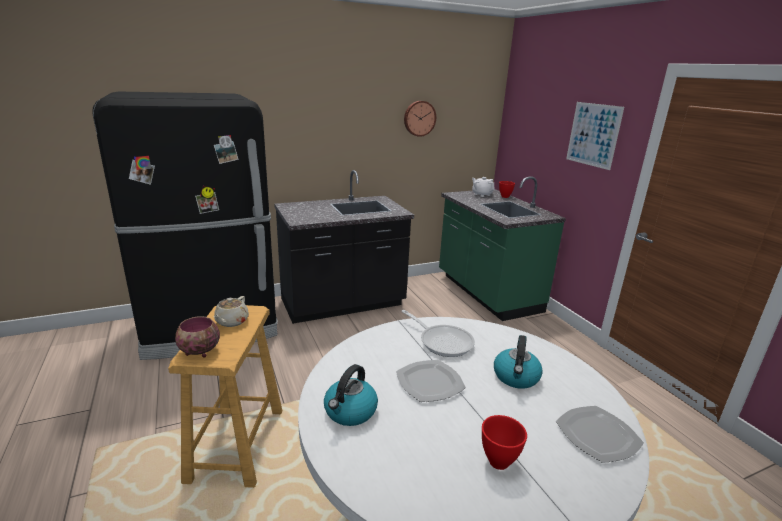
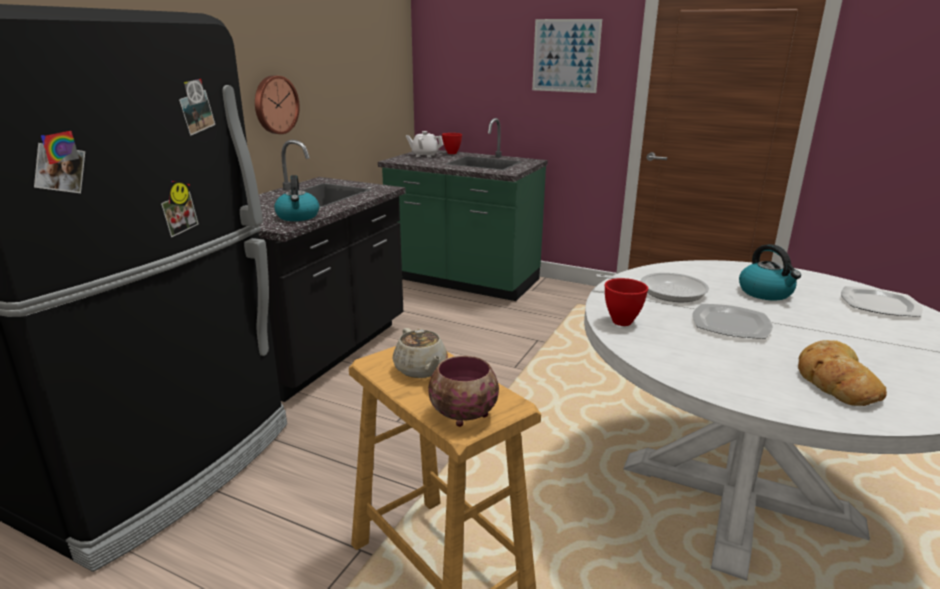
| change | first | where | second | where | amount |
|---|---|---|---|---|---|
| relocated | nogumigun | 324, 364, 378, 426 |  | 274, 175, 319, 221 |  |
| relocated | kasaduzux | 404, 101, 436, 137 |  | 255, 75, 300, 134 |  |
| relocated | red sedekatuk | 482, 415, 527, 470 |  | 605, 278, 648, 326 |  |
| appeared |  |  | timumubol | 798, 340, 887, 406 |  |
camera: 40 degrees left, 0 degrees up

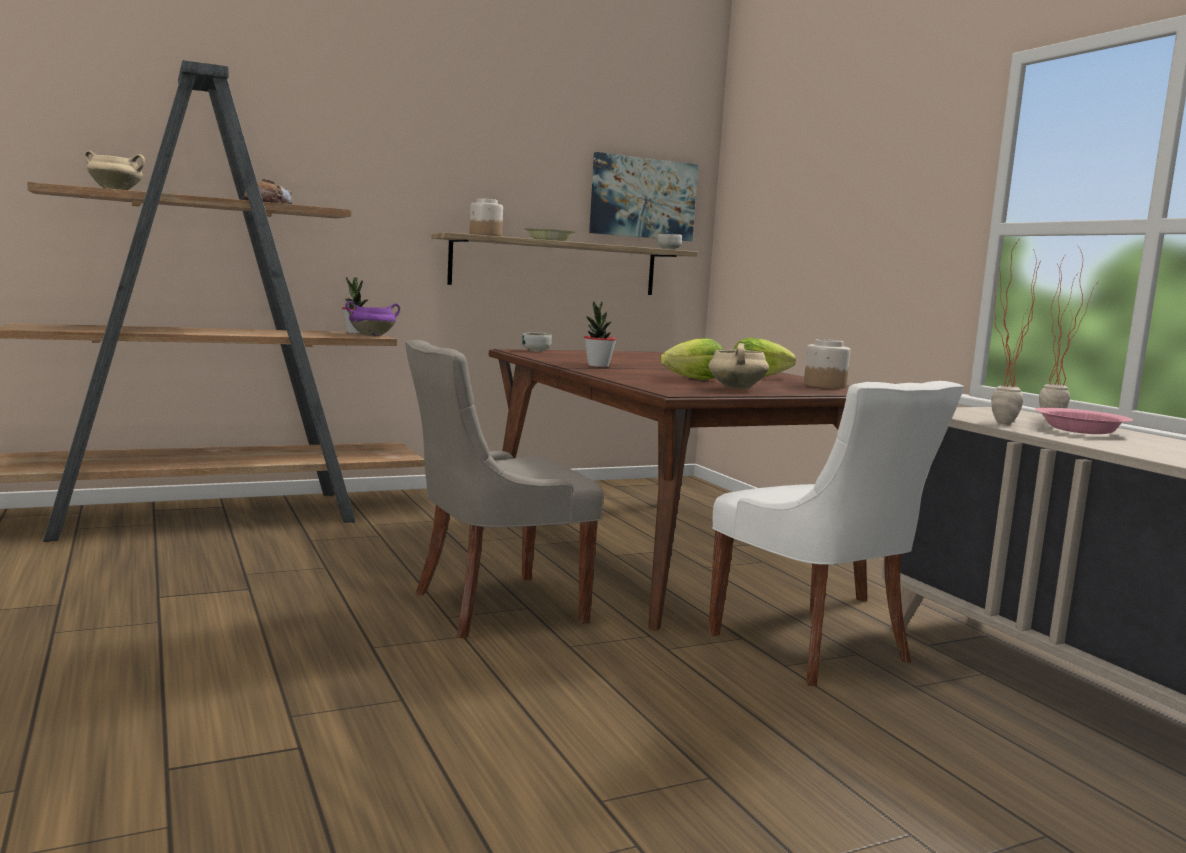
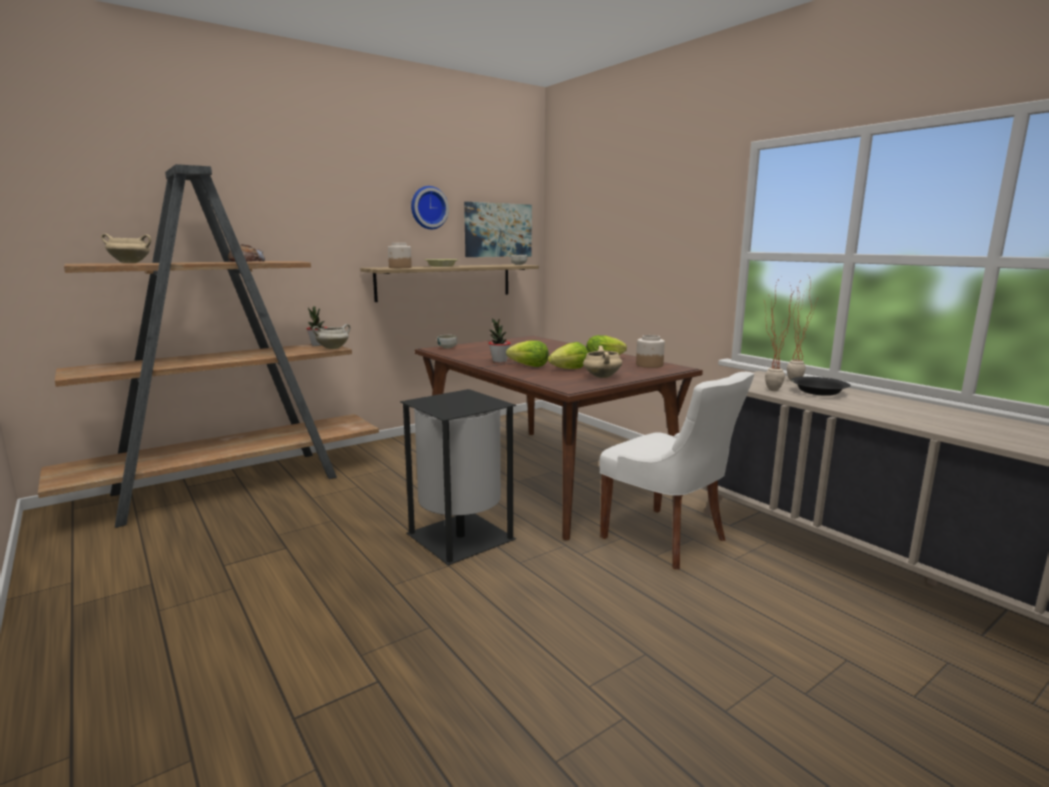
| change | first | where | second | where | amount |
|---|---|---|---|---|---|
| colour | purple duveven | 345, 301, 400, 337 | white duveven | 312, 324, 350, 349 |  |
| exchanged | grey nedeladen | 405, 340, 603, 638 | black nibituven | 400, 389, 516, 565 |  |
| colour | pink sedekatuk | 1035, 408, 1133, 434 | black sedekatuk | 791, 377, 851, 396 |  |
| appeared |  |  | kasaduzux | 411, 186, 449, 229 |  |
| appeared |  |  | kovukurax | 506, 340, 549, 367 |  |
camera: 10 degrees left, 5 degrees up

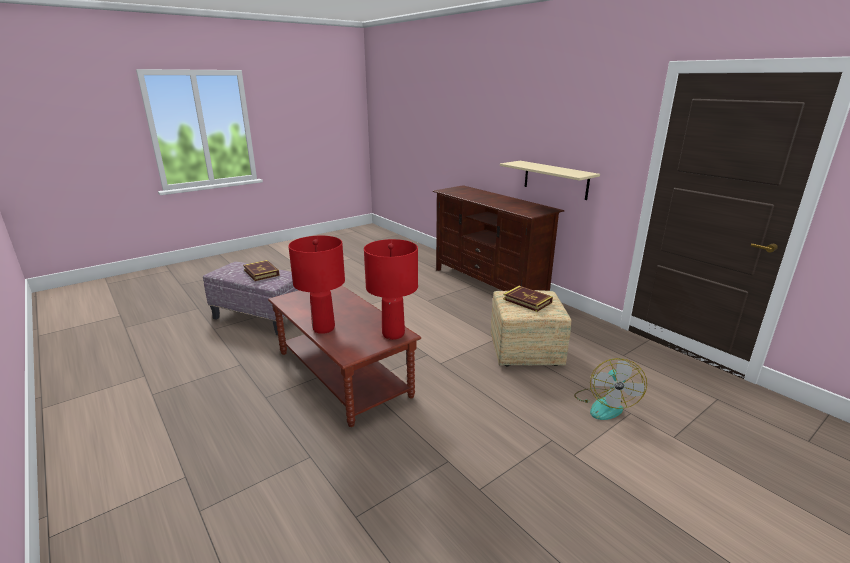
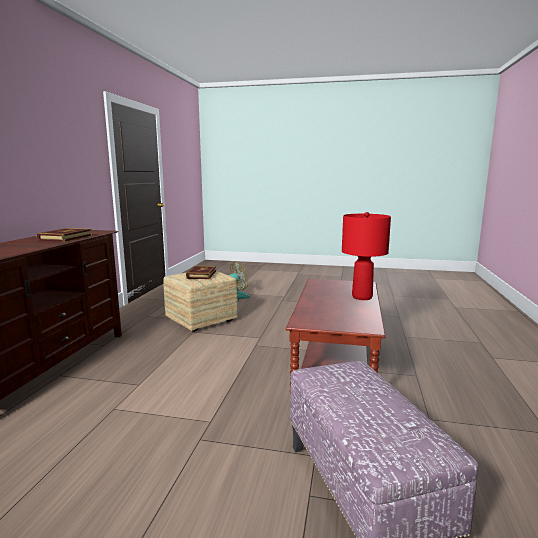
| change | first | where | second | where | amount |
|---|---|---|---|---|---|
| relocated | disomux | 243, 260, 280, 281 |  | 36, 228, 92, 242 |  |
| missing | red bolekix | 364, 239, 418, 340 |  |  |  |
| missing | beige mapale | 500, 161, 600, 200 |  |  |  |
camera: 130 degrees left, 10 degrees down

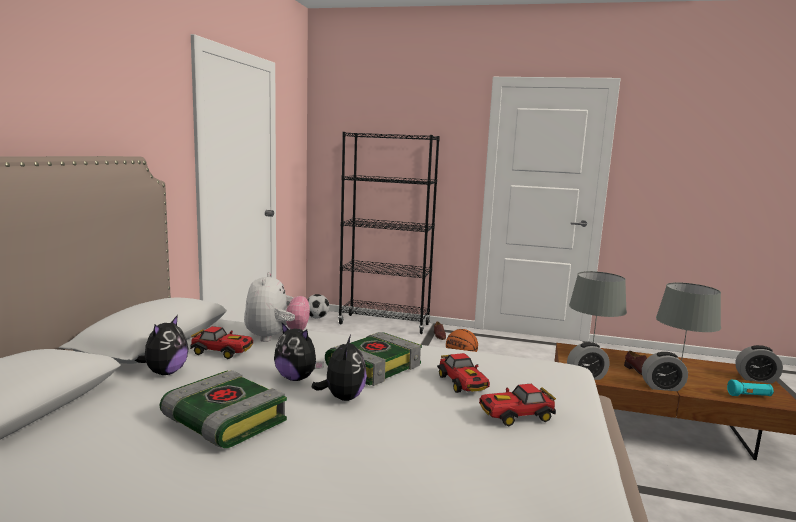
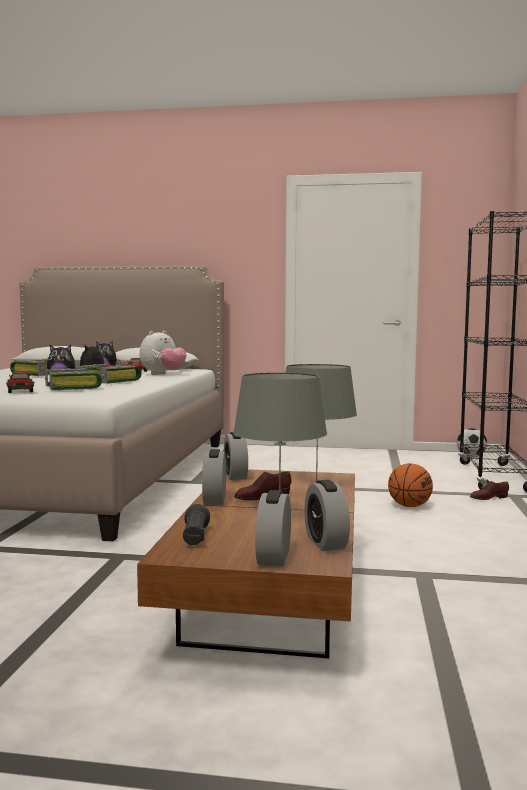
| change | first | where | second | where | amount |
|---|---|---|---|---|---|
| spun | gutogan | 244, 272, 310, 342 |  | 140, 331, 187, 375 | 45 degrees counterclockwise |
| exchanged | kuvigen | 437, 353, 490, 393 | disomux | 45, 368, 102, 390 |  |
| colour | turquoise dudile | 727, 380, 774, 396 | black dudile | 183, 504, 210, 545 |  |
| appeared |  |  | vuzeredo | 304, 480, 350, 551 |  |
camera: 85 degrees right, 5 degrees down

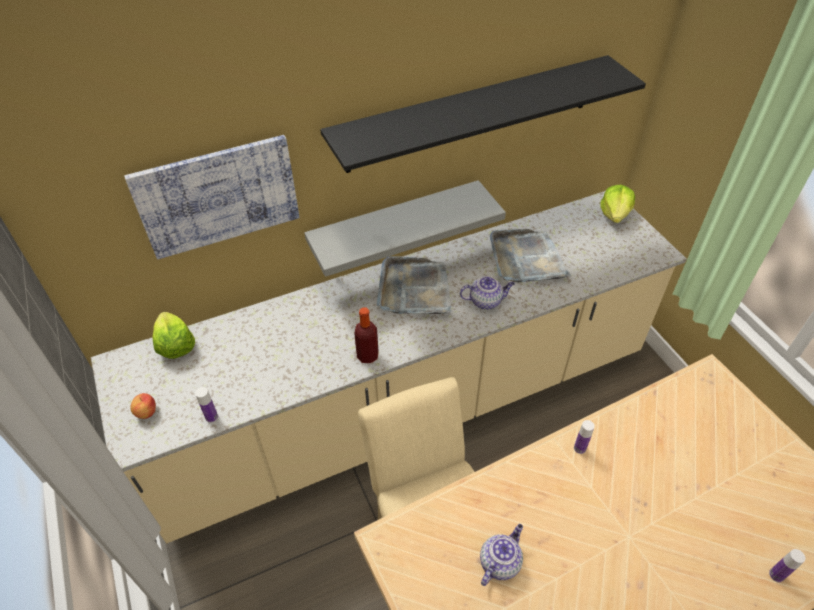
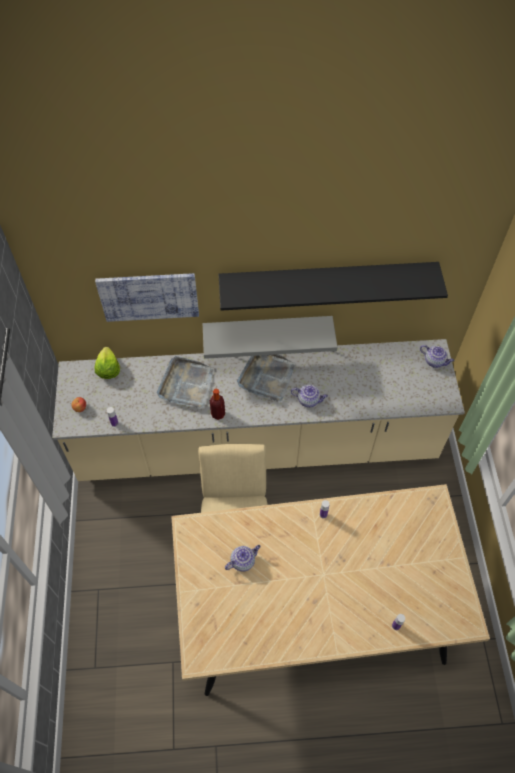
| change | first | where | second | where | amount |
|---|---|---|---|---|---|
| relocated | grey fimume | 490, 229, 571, 283 |  | 157, 356, 214, 409 |  |
| exchanged | kovukurax | 600, 185, 635, 223 | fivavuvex | 420, 345, 454, 368 |  |
camera: 20 degrees right, 10 degrees up

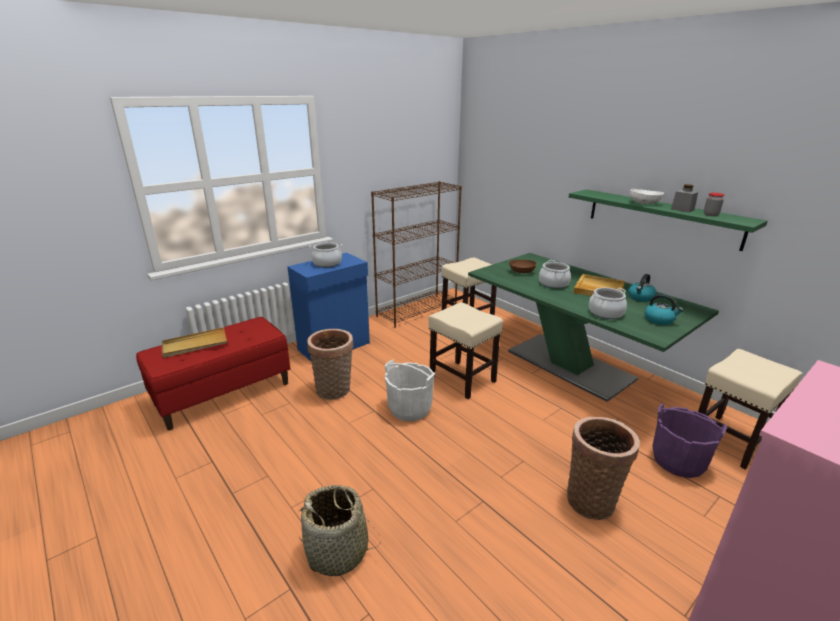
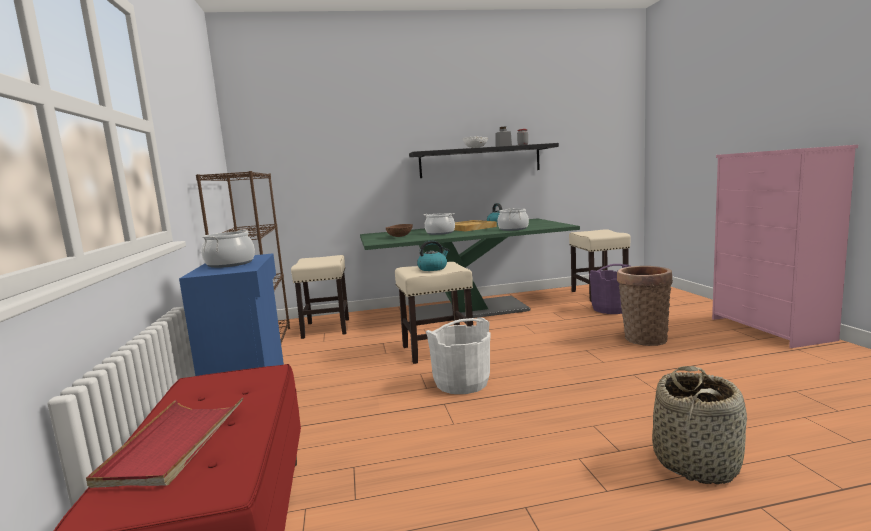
| change | first | where | second | where | amount |
|---|---|---|---|---|---|
| colour | beige fimume | 162, 327, 227, 358 | red fimume | 86, 397, 244, 488 |  |
| missing | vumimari | 307, 329, 353, 400 |  |  |  |
| colour | green mapale | 569, 189, 768, 251 | black mapale | 409, 143, 559, 178 |  |
| relocated | nogumigun | 644, 294, 683, 325 |  | 417, 240, 449, 271 |  |
camera: 60 degrees left, 15 degrees down

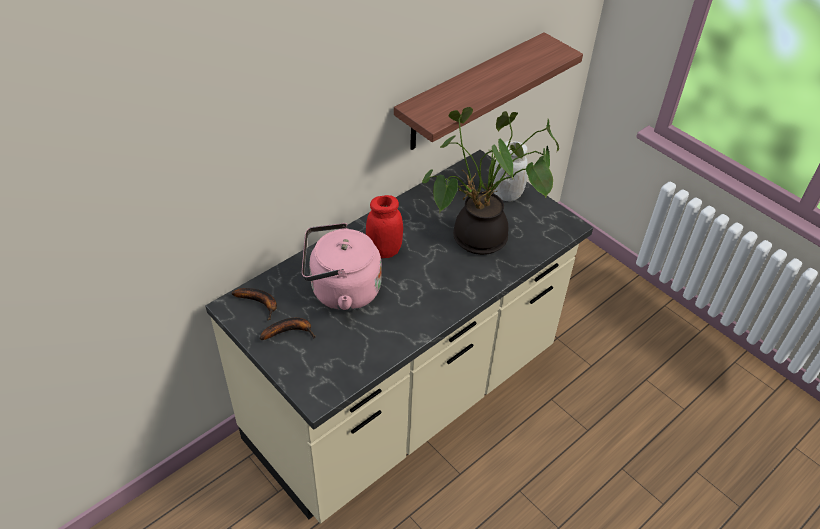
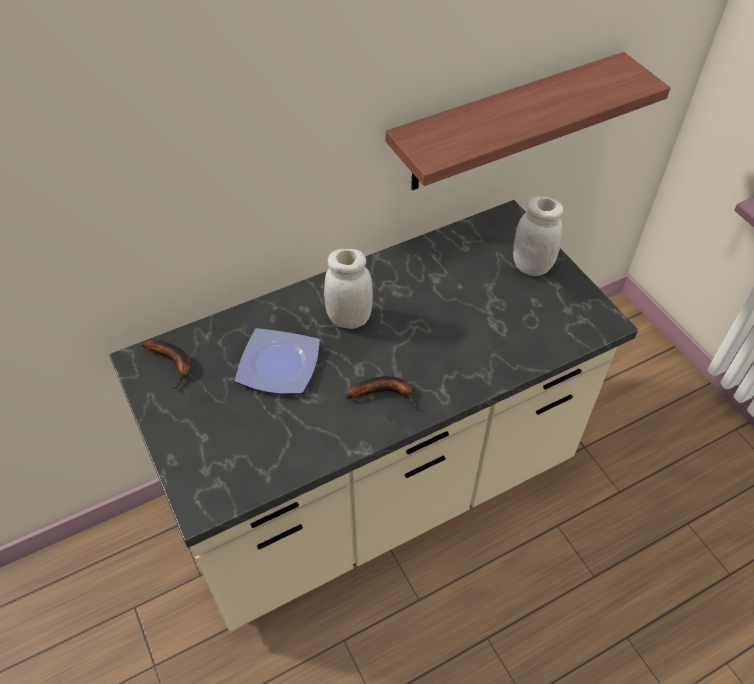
| change | first | where | second | where | amount |
|---|---|---|---|---|---|
| relocated | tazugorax | 260, 318, 316, 340 |  | 346, 376, 416, 408 |  |
| exchanged | pink nogumigun | 302, 223, 381, 311 | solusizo | 235, 328, 320, 394 |  |
| colour | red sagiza | 366, 195, 403, 258 | white sagiza | 324, 249, 373, 329 |  |
| missing | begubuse | 422, 107, 559, 255 |  |  |  |
camera: 15 degrees right, 5 degrees up

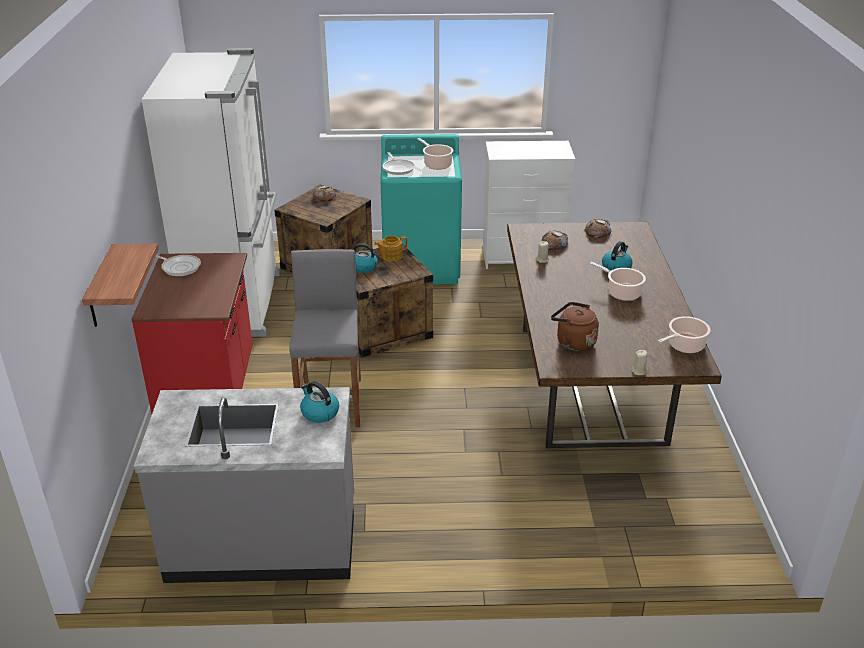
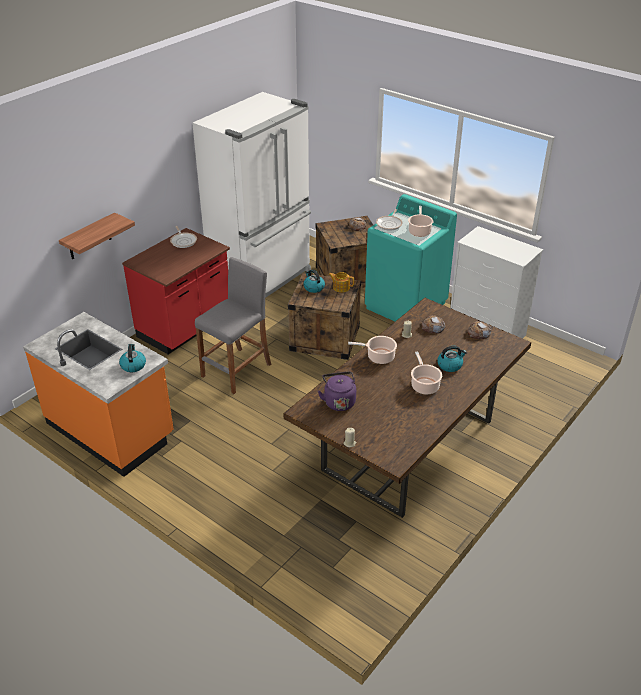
| change | first | where | second | where | amount |
|---|---|---|---|---|---|
| colour | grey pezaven | 134, 387, 354, 583 | orange pezaven | 23, 312, 174, 477 |  |
| colour | brown nogumigun | 551, 302, 599, 351 | purple nogumigun | 318, 372, 356, 411 |  |
| relocated | duveven | 658, 316, 710, 353 |  | 348, 336, 397, 364 |  |
camera: 40 degrees right, 5 degrees up

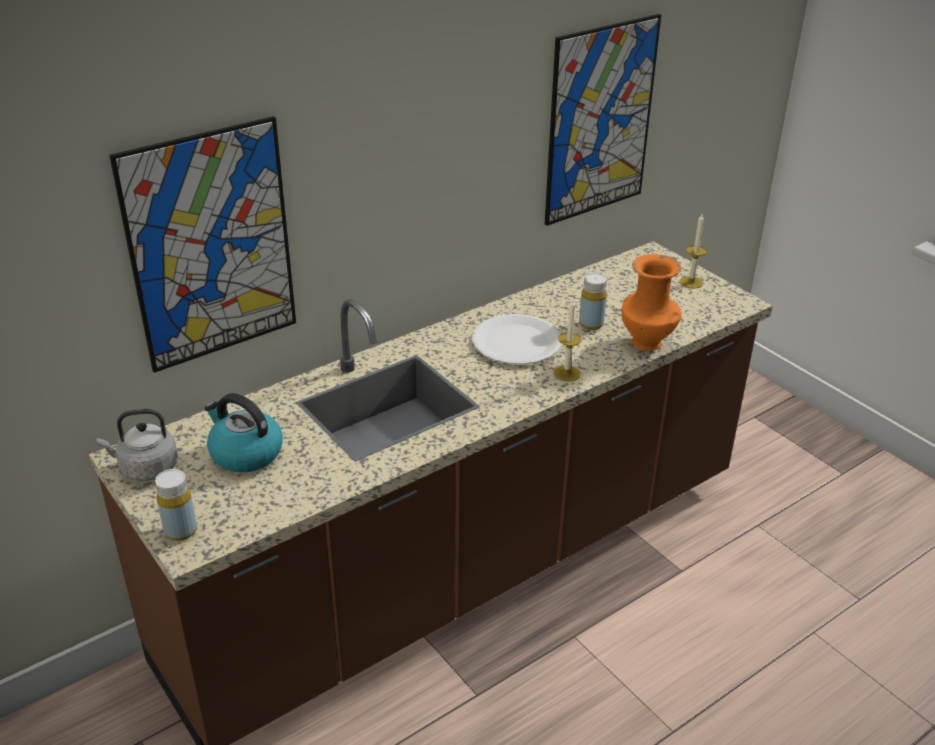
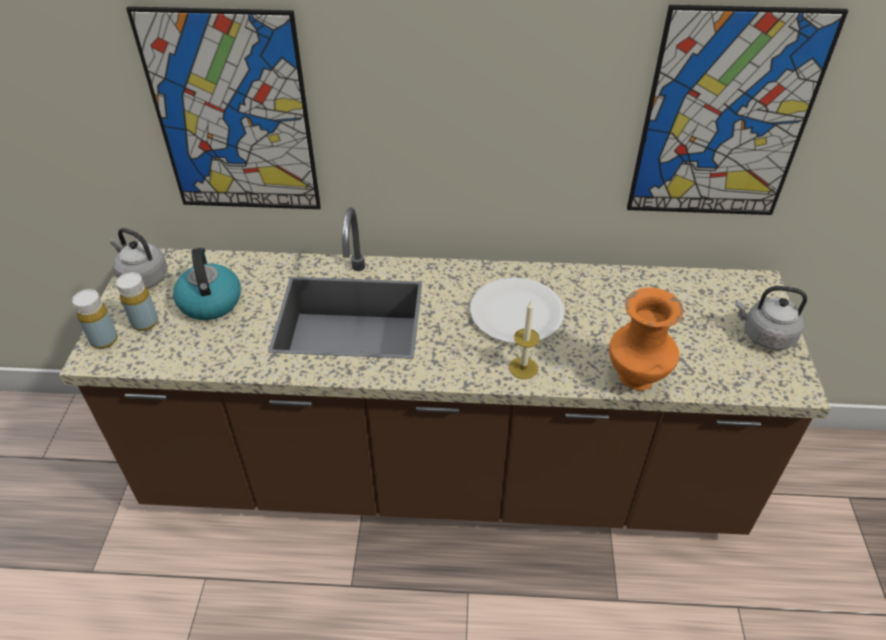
| change | first | where | second | where | amount |
|---|---|---|---|---|---|
| relocated | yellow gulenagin | 579, 273, 607, 330 |  | 116, 272, 158, 331 |  |
| exchanged | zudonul | 680, 214, 707, 289 | grey nogumigun | 735, 286, 807, 350 |  |
camera: 40 degrees right, 10 degrees up

